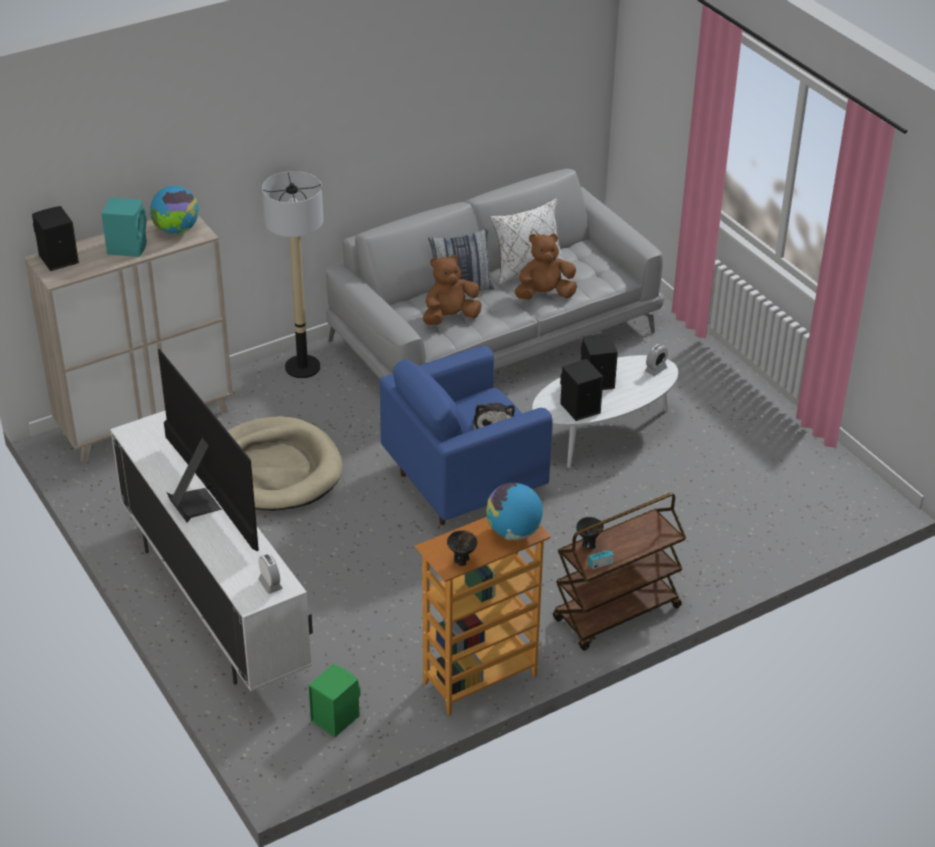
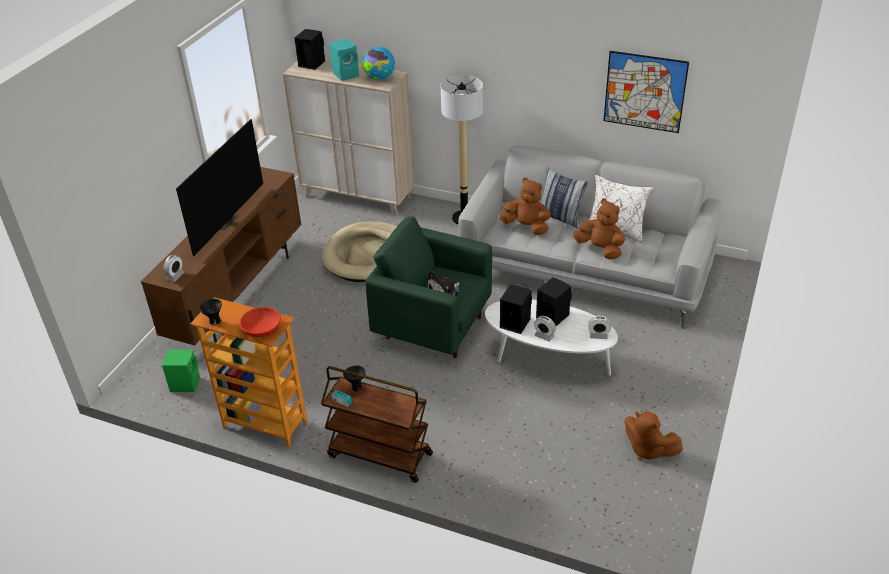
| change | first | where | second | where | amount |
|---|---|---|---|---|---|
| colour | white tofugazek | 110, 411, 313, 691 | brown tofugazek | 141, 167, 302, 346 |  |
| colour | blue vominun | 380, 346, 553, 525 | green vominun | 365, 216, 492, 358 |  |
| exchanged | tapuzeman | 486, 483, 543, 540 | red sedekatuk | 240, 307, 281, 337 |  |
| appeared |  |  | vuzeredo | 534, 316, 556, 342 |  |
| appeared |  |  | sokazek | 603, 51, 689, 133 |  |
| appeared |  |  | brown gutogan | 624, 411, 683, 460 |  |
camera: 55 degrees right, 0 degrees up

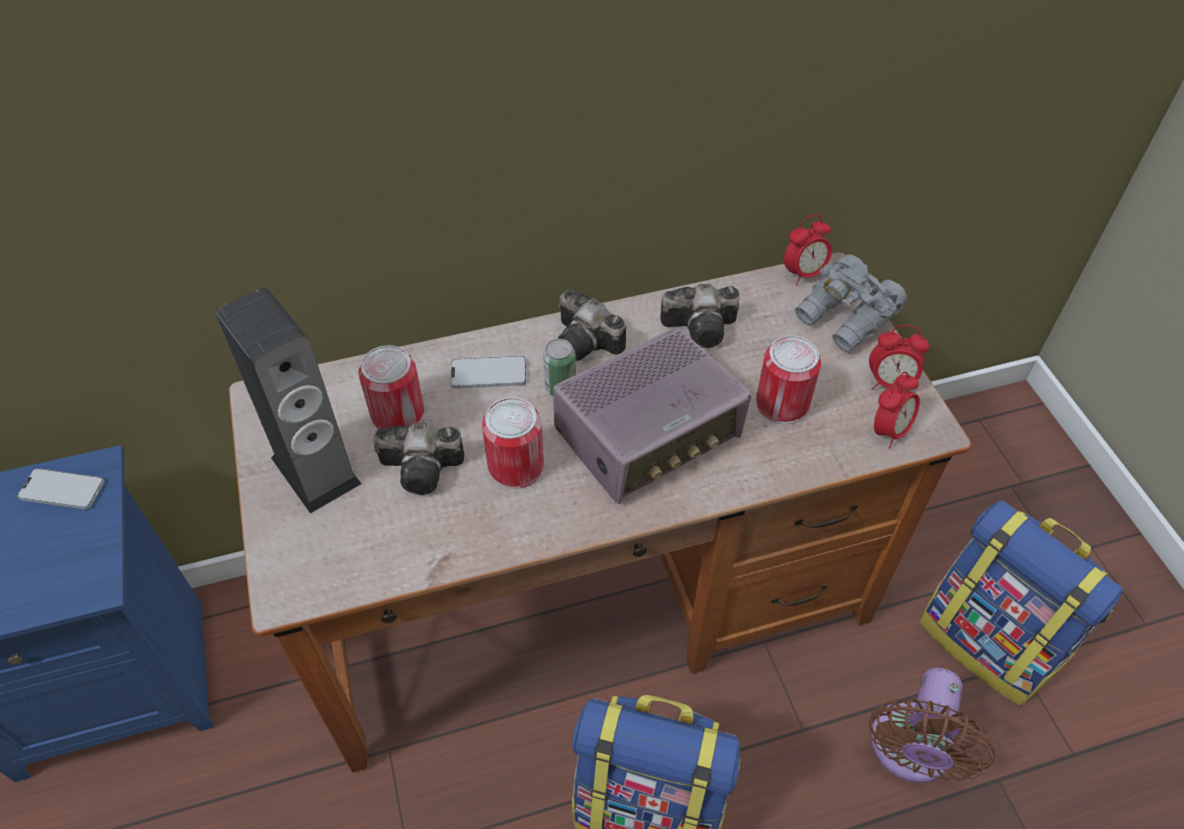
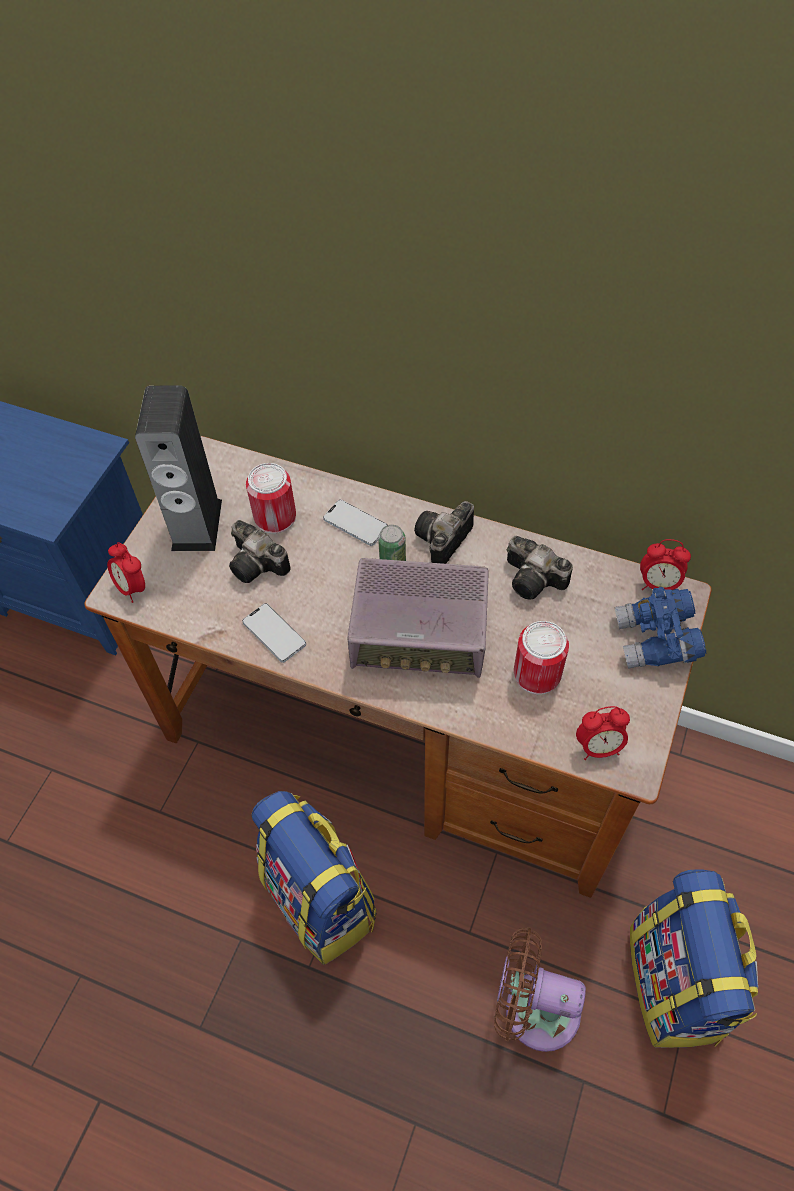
| change | first | where | second | where | amount |
|---|---|---|---|---|---|
| relocated | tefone | 17, 468, 105, 510 |  | 242, 603, 306, 663 |  |
| missing | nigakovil | 482, 397, 544, 489 |  |  |  |
| spun | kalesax | 558, 290, 626, 361 |  | 414, 501, 474, 564 | 45 degrees clockwise |
| colour | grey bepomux | 795, 254, 907, 353 | blue bepomux | 614, 587, 706, 669 |  |
| relocated | vuzeredo | 869, 325, 929, 390 |  | 107, 542, 145, 603 |  |
| spun | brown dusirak | 869, 668, 996, 783 |  | 494, 927, 586, 1052 | 45 degrees clockwise |
camera: 40 degrees right, 5 degrees up

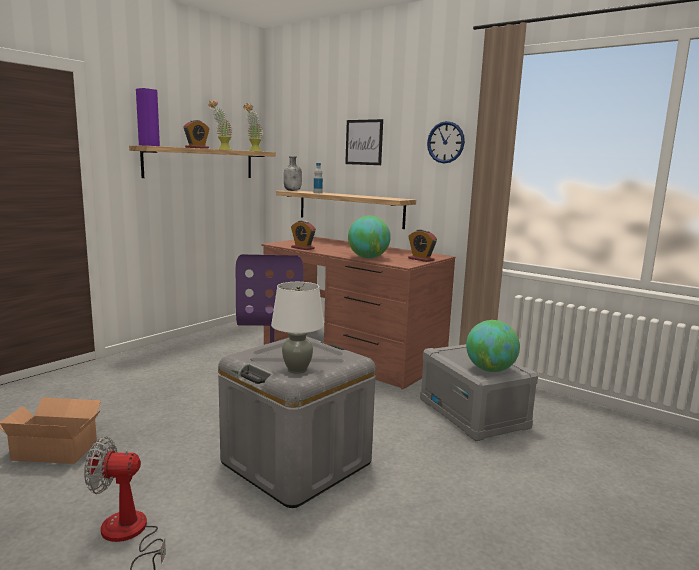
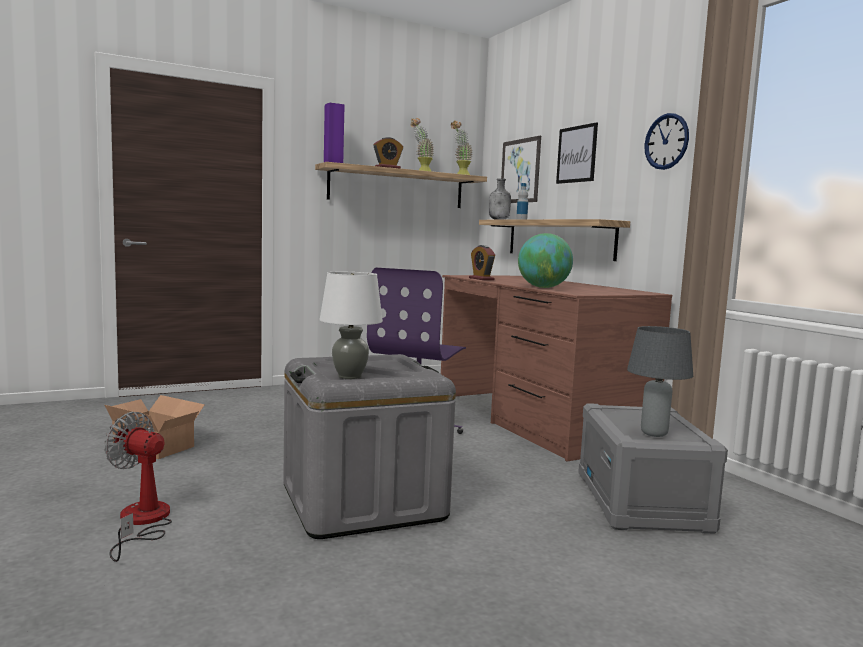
| change | first | where | second | where | amount |
|---|---|---|---|---|---|
| missing | vuzeredo | 408, 229, 437, 262 |  |  |  |
| exchanged | tapuzeman | 466, 320, 520, 372 | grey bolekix | 627, 326, 693, 437 |  |
| appeared |  |  | sokazek | 501, 136, 541, 203 |  |
camera: 25 degrees right, 5 degrees down

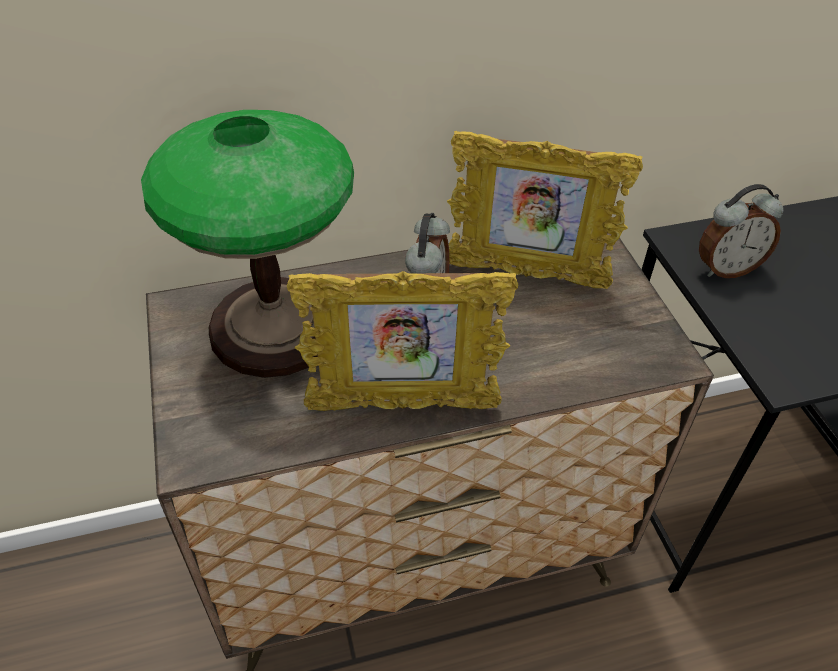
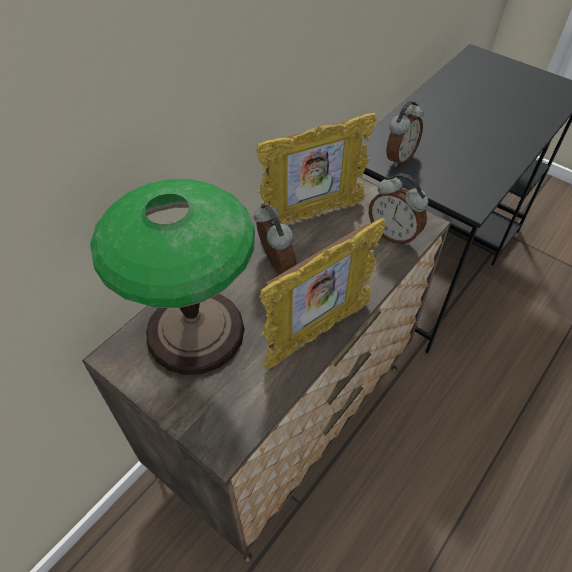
| change | first | where | second | where | amount |
|---|---|---|---|---|---|
| appeared |  |  | vuzeredo | 369, 173, 428, 246 |  |
camera: 35 degrees left, 5 degrees up

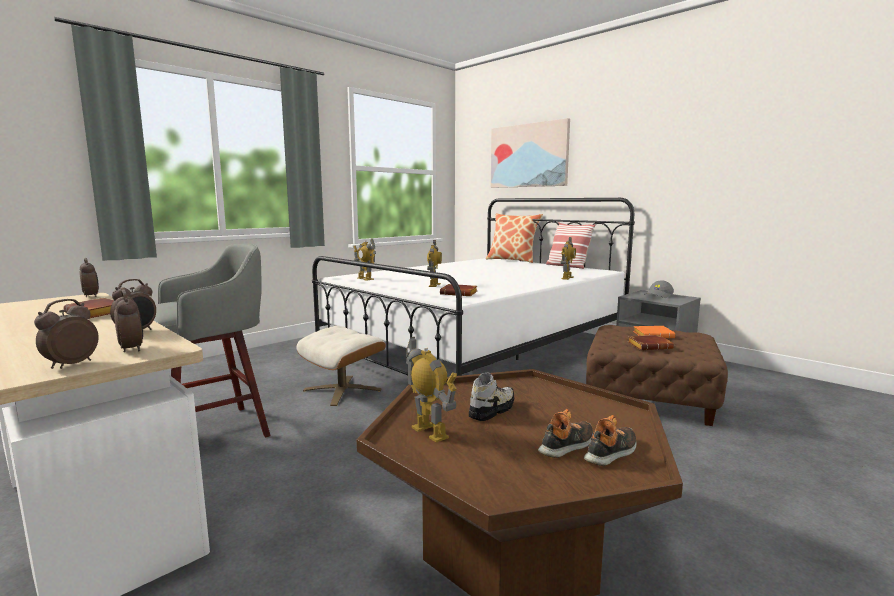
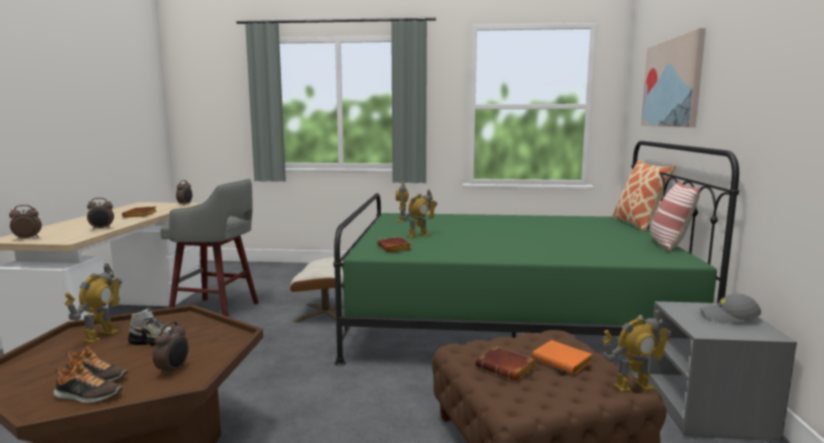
| change | first | where | second | where | amount |
|---|---|---|---|---|---|
| relocated | vuzeredo | 114, 289, 143, 352 |  | 153, 321, 189, 376 |  |
| colour | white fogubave | 312, 198, 635, 376 | green fogubave | 333, 141, 739, 366 |  |
| relocated | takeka | 560, 237, 576, 280 |  | 602, 308, 672, 392 |  |
camera: 50 degrees right, 0 degrees up

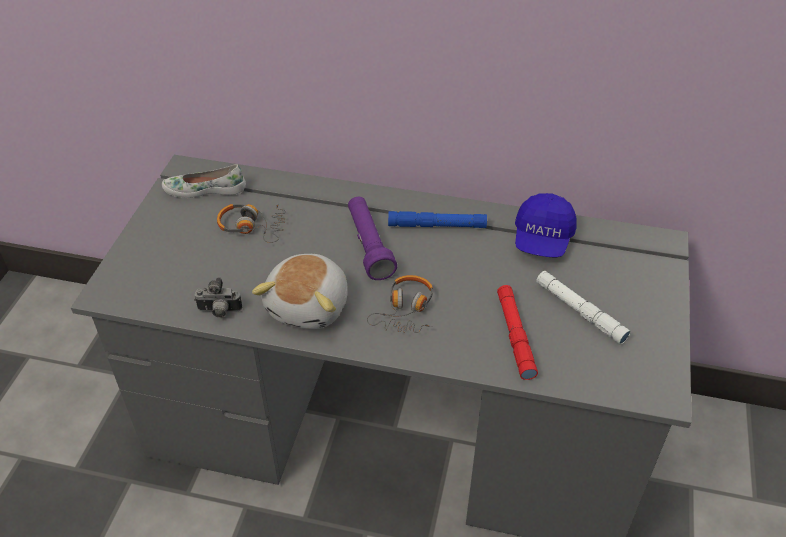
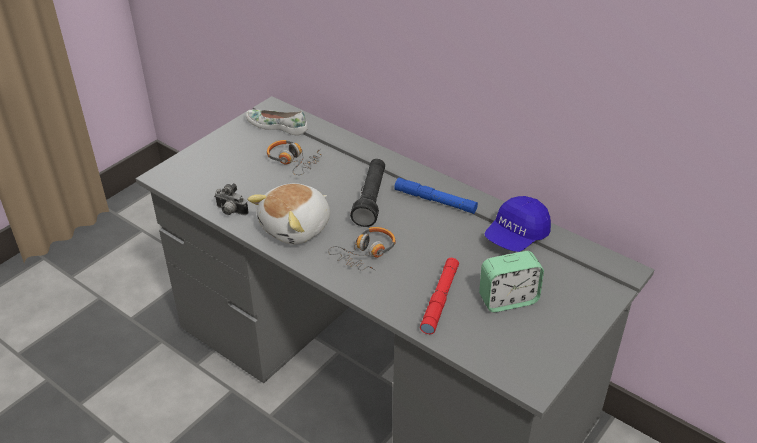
| change | first | where | second | where | amount |
|---|---|---|---|---|---|
| colour | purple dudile | 348, 197, 397, 280 | black dudile | 350, 159, 385, 227 |  |
| exchanged | white dudile | 536, 271, 631, 345 | vuzeredo | 479, 251, 544, 312 |  |
camera: 25 degrees right, 5 degrees down

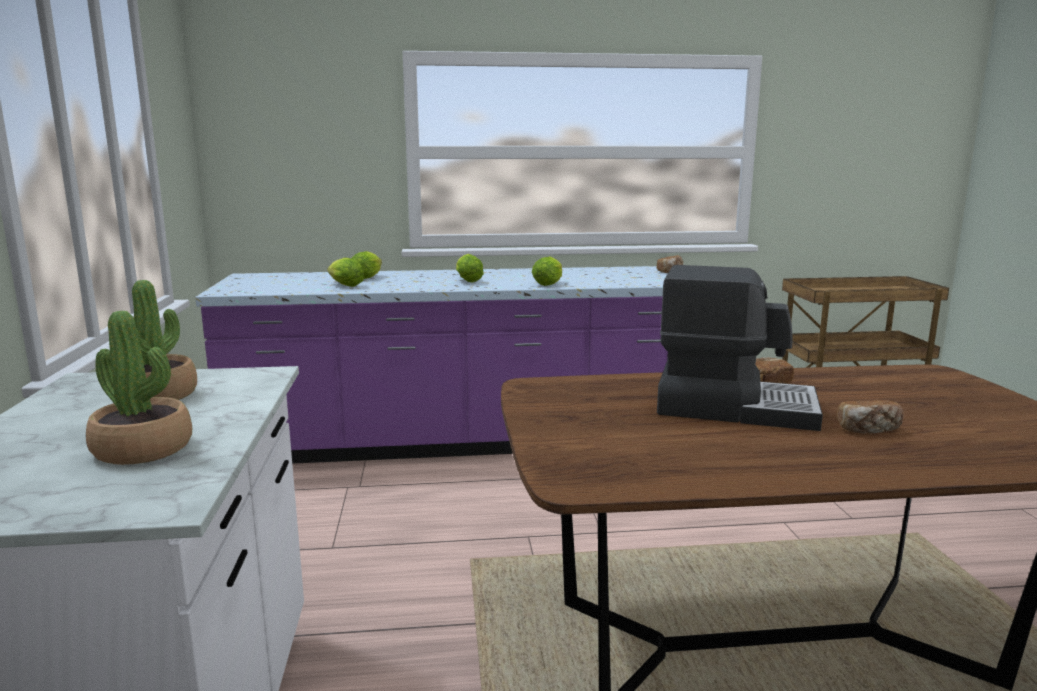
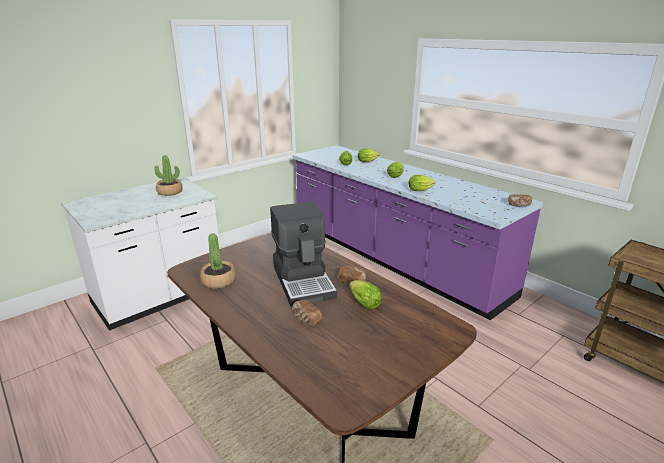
| change | first | where | second | where | amount |
|---|---|---|---|---|---|
| relocated | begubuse | 86, 311, 192, 465 |  | 200, 233, 236, 289 |  |
| appeared |  |  | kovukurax | 349, 280, 382, 309 |  |
camera: 55 degrees right, 10 degrees up

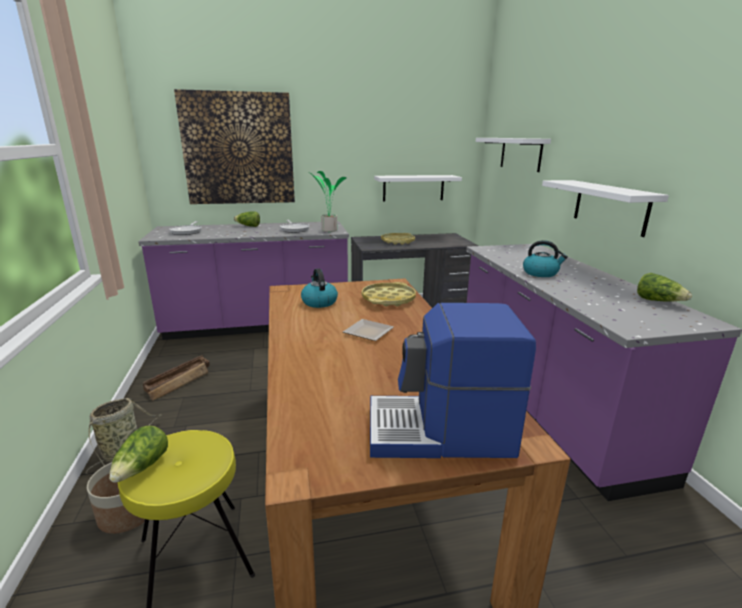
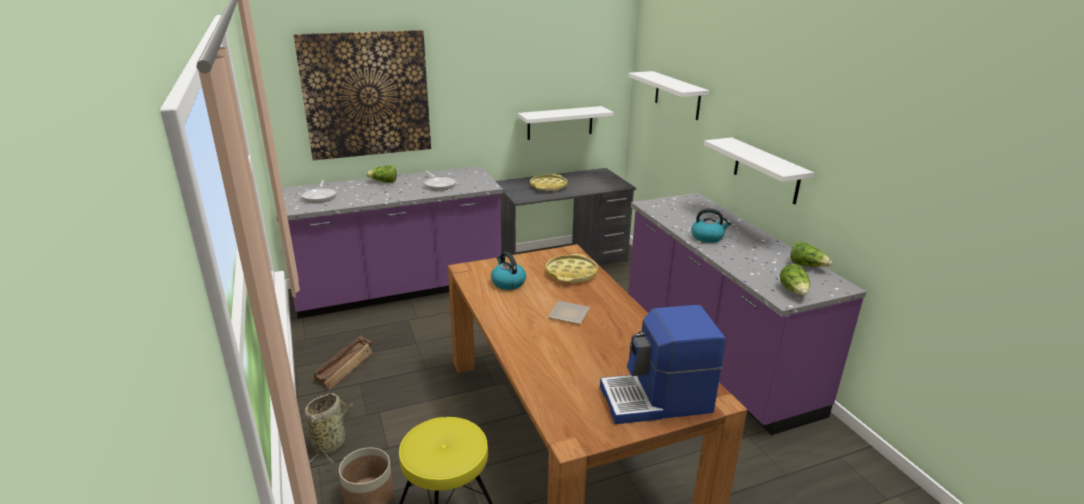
| change | first | where | second | where | amount |
|---|---|---|---|---|---|
| relocated | kovukurax | 109, 425, 168, 483 |  | 780, 264, 810, 295 |  |
| missing | begubuse | 309, 171, 347, 232 |  |  |  |
camera: 10 degrees left, 5 degrees up

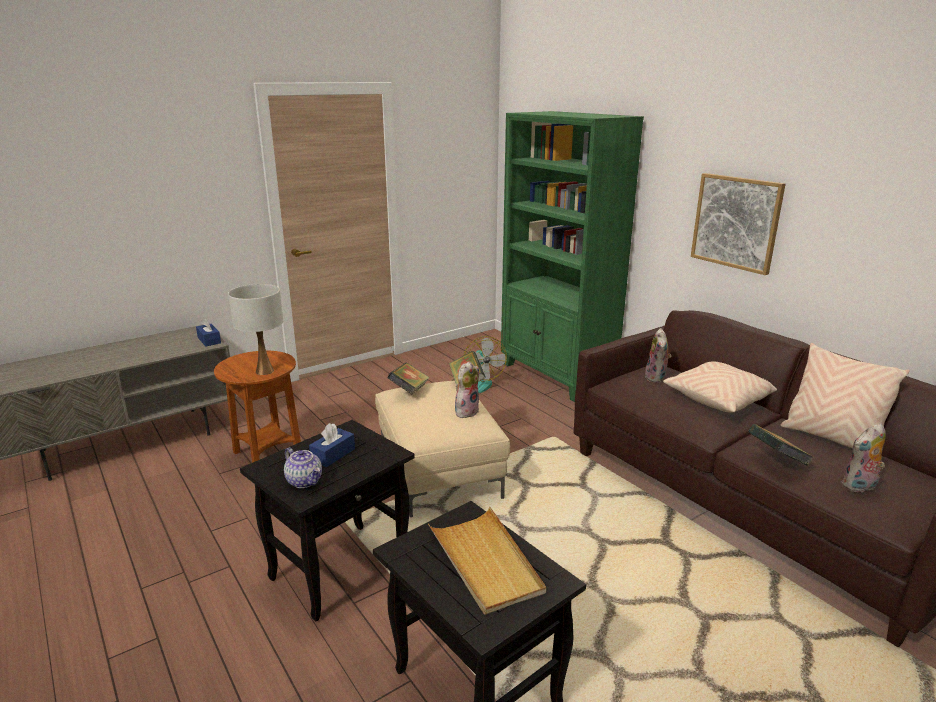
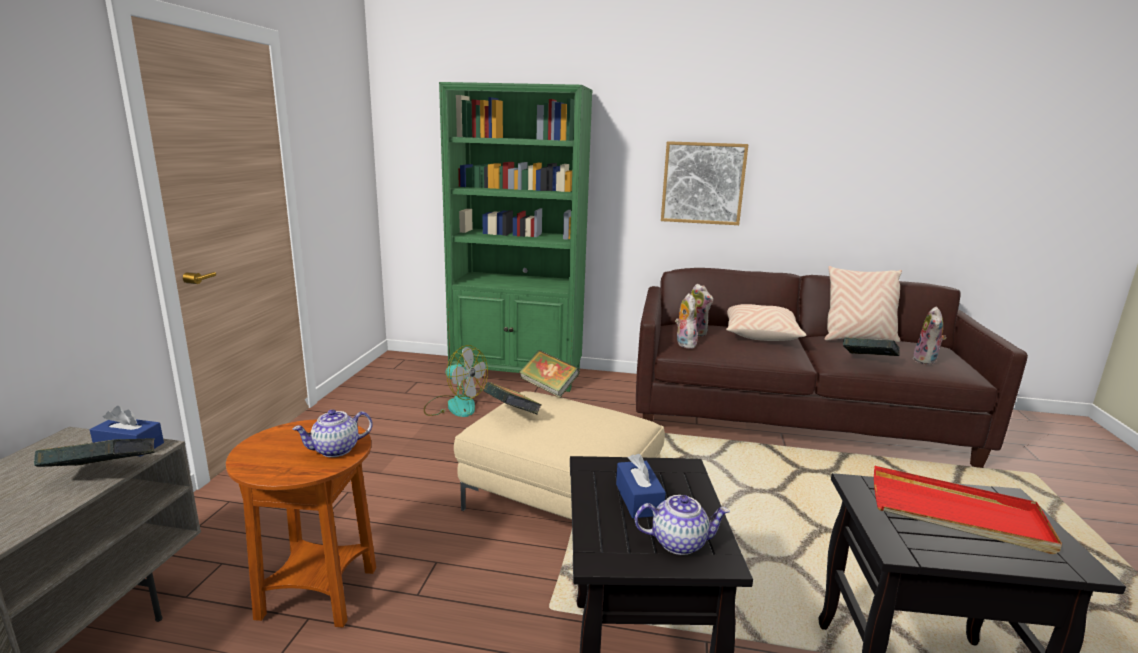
| change | first | where | second | where | amount |
|---|---|---|---|---|---|
| exchanged | white bolekix | 228, 284, 283, 375 | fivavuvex | 292, 409, 373, 457 |  |
| colour | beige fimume | 428, 507, 546, 615 | red fimume | 874, 466, 1062, 554 |  |
| relocated | gutogan | 455, 361, 479, 418 |  | 675, 294, 697, 349 |  |
| appeared |  |  | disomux | 34, 438, 155, 467 |  |
camera: 45 degrees left, 5 degrees down

